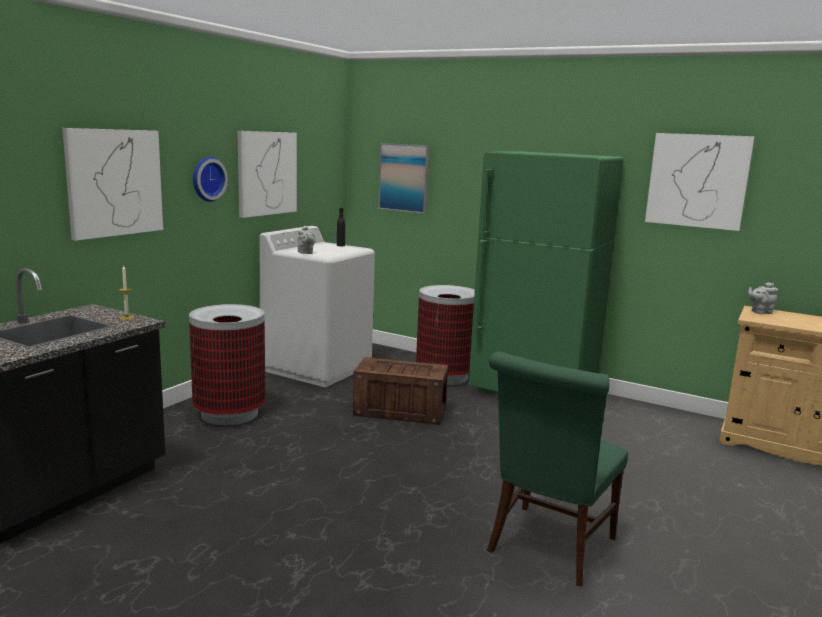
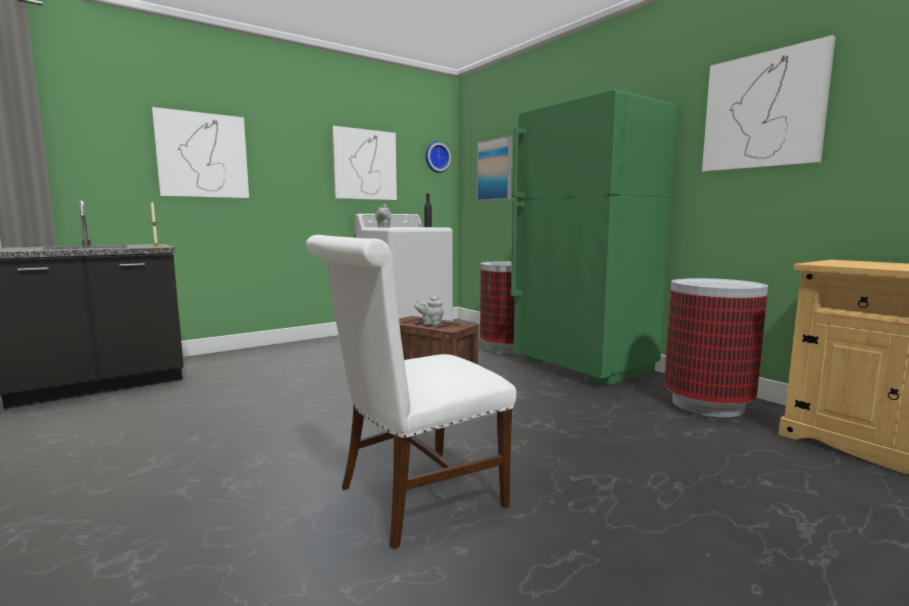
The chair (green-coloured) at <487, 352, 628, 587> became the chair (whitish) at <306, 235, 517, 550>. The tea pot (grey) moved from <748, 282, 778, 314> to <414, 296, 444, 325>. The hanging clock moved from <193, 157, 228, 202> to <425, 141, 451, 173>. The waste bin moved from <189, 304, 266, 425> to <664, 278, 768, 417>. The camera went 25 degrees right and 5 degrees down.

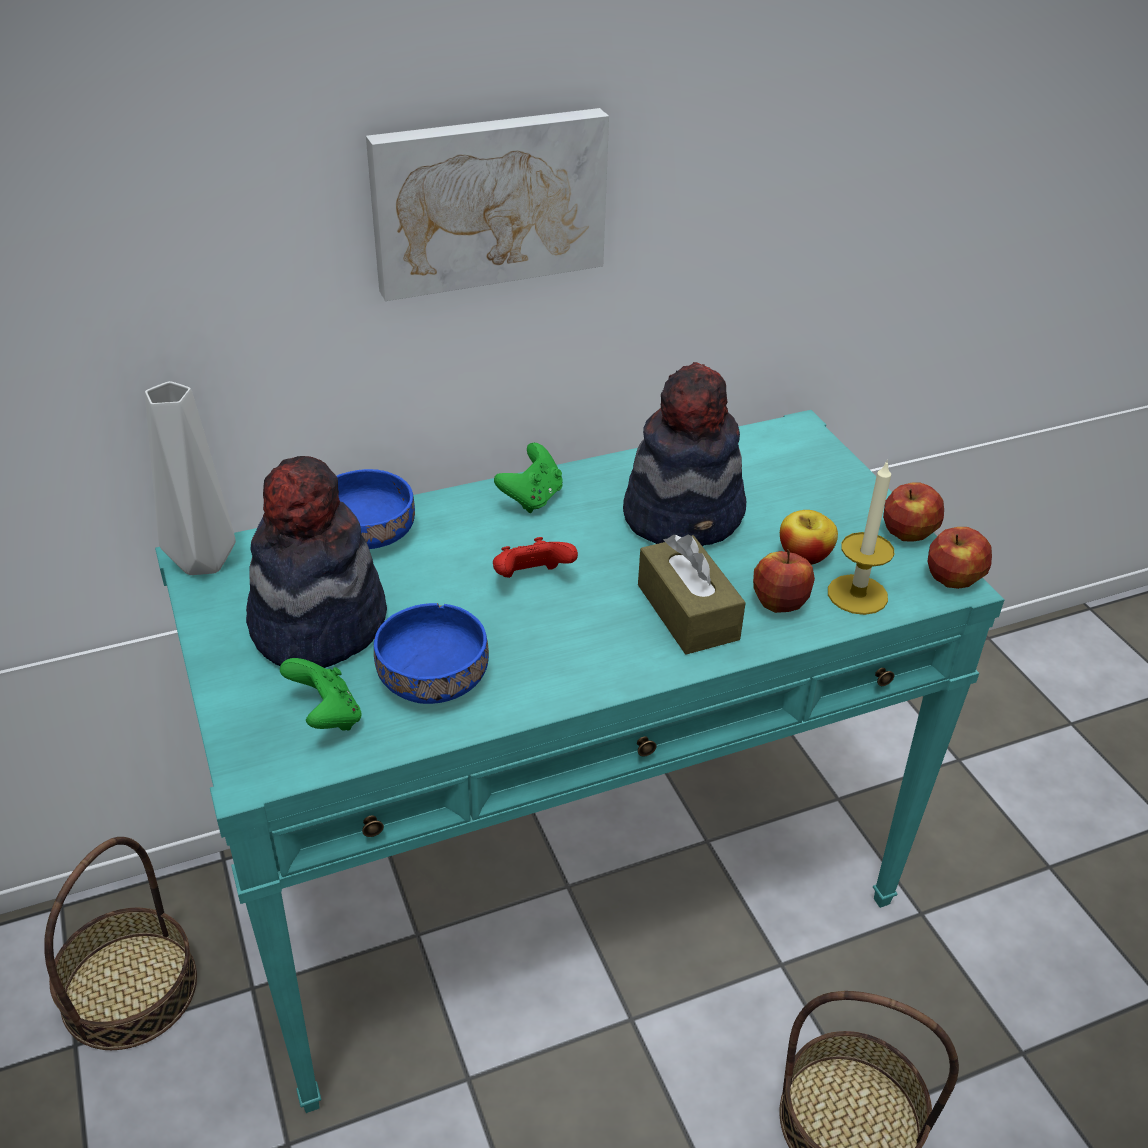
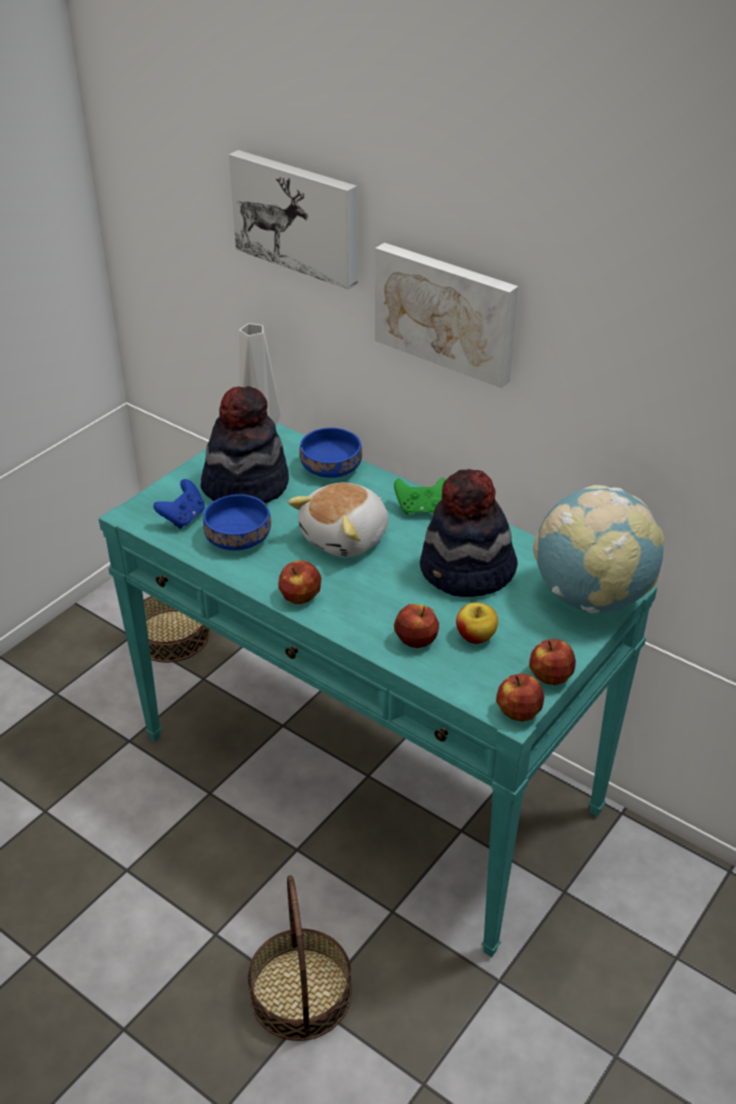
The joypad (green-coloured) at <280, 658, 362, 731> became the joypad (bluish) at <153, 479, 205, 529>. The picture at <229, 150, 358, 289> appeared. The apple at <278, 560, 322, 604> appeared. The joypad (red) at <493, 537, 578, 578> was replaced by the soft toy at <288, 483, 388, 558>. The desk globe at <533, 485, 665, 613> appeared. The box of tissues (brown) at <638, 535, 746, 655> disappeared. The candle at <828, 460, 894, 615> disappeared. The camera went 60 degrees right and 0 degrees up.

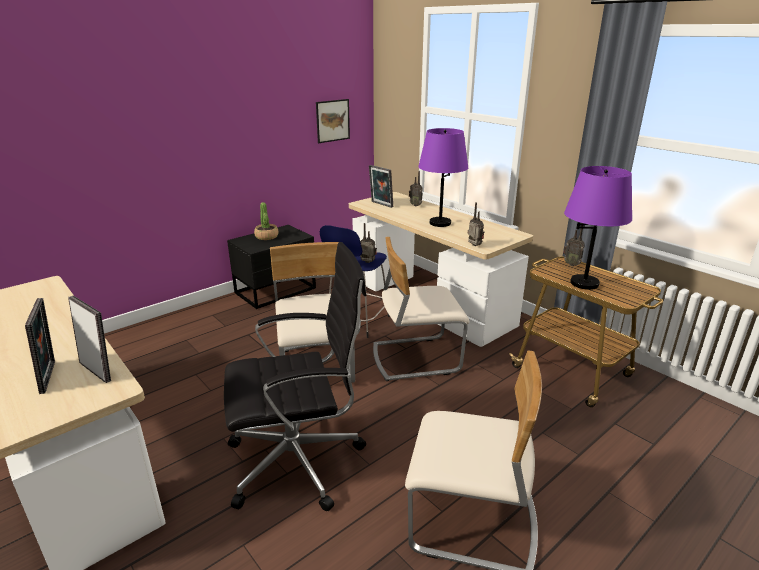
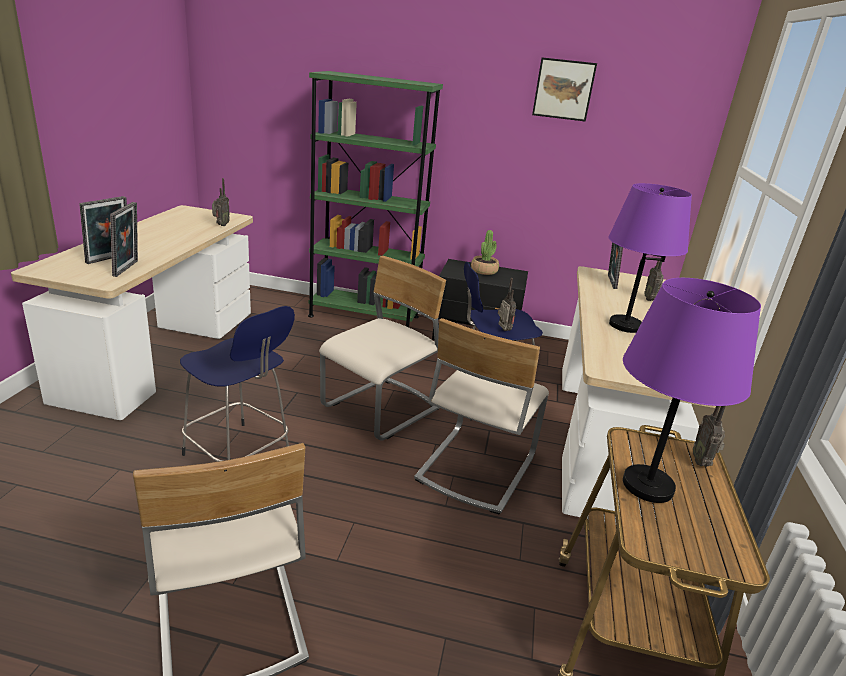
The office chair (blackish) at <224, 242, 366, 511> was replaced by the stool (bluish) at <180, 306, 295, 462>. The radio moved from <468, 202, 484, 246> to <212, 178, 230, 226>. The shelving unit (green-coloured) at <308, 71, 443, 327> appeared. The chair (beige-coloured) at <373, 237, 469, 381> turned 105 degrees counterclockwise. The picture moved from <316, 99, 350, 143> to <532, 57, 597, 121>. The camera went 50 degrees right and 0 degrees up.

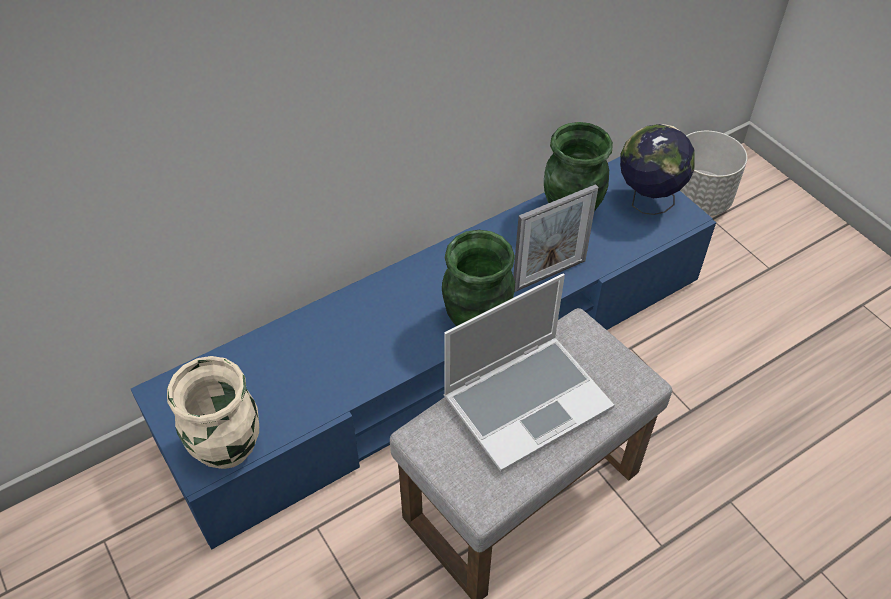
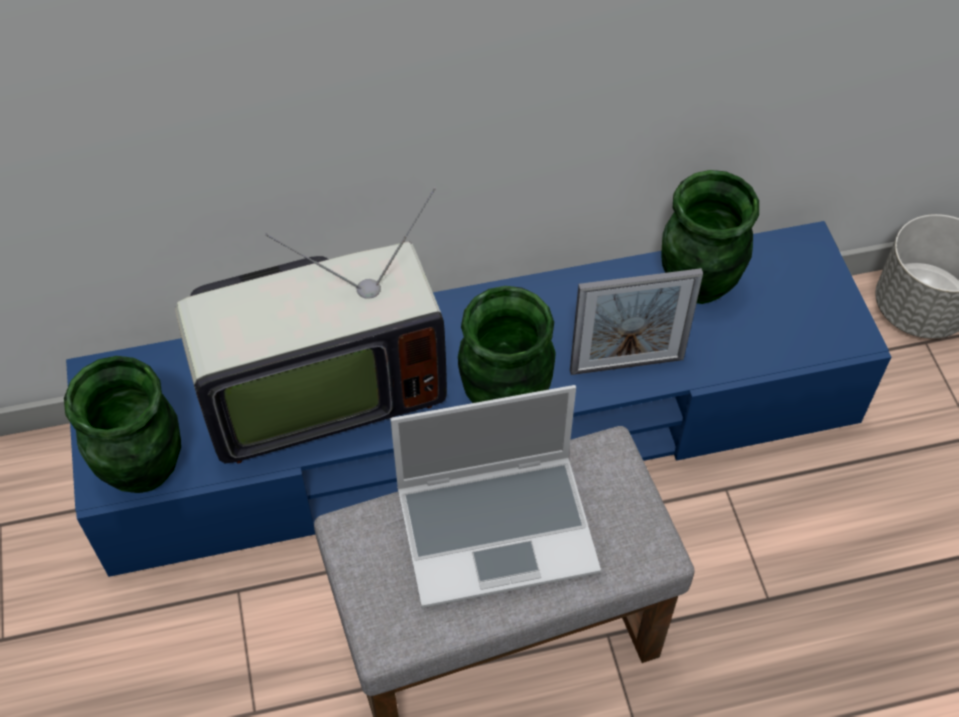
The flower vase (beige-coloured) at <167, 356, 259, 469> became the flower vase (green-coloured) at <64, 356, 181, 493>. The TV at <175, 187, 447, 464> appeared. The desk globe at <620, 124, 695, 215> disappeared. The camera went 20 degrees right and 5 degrees up.

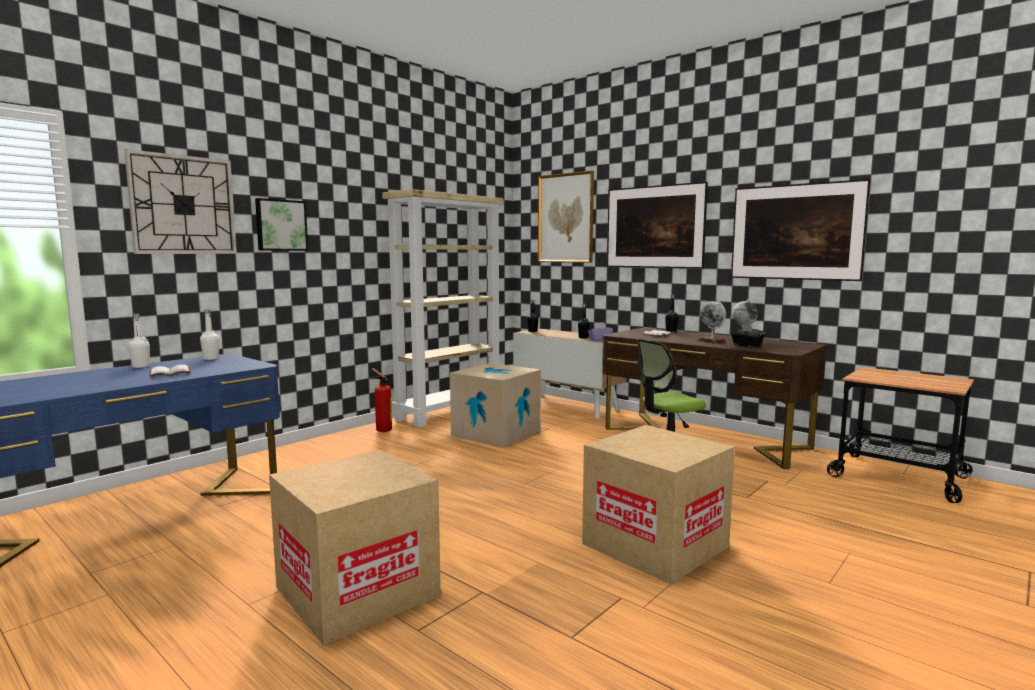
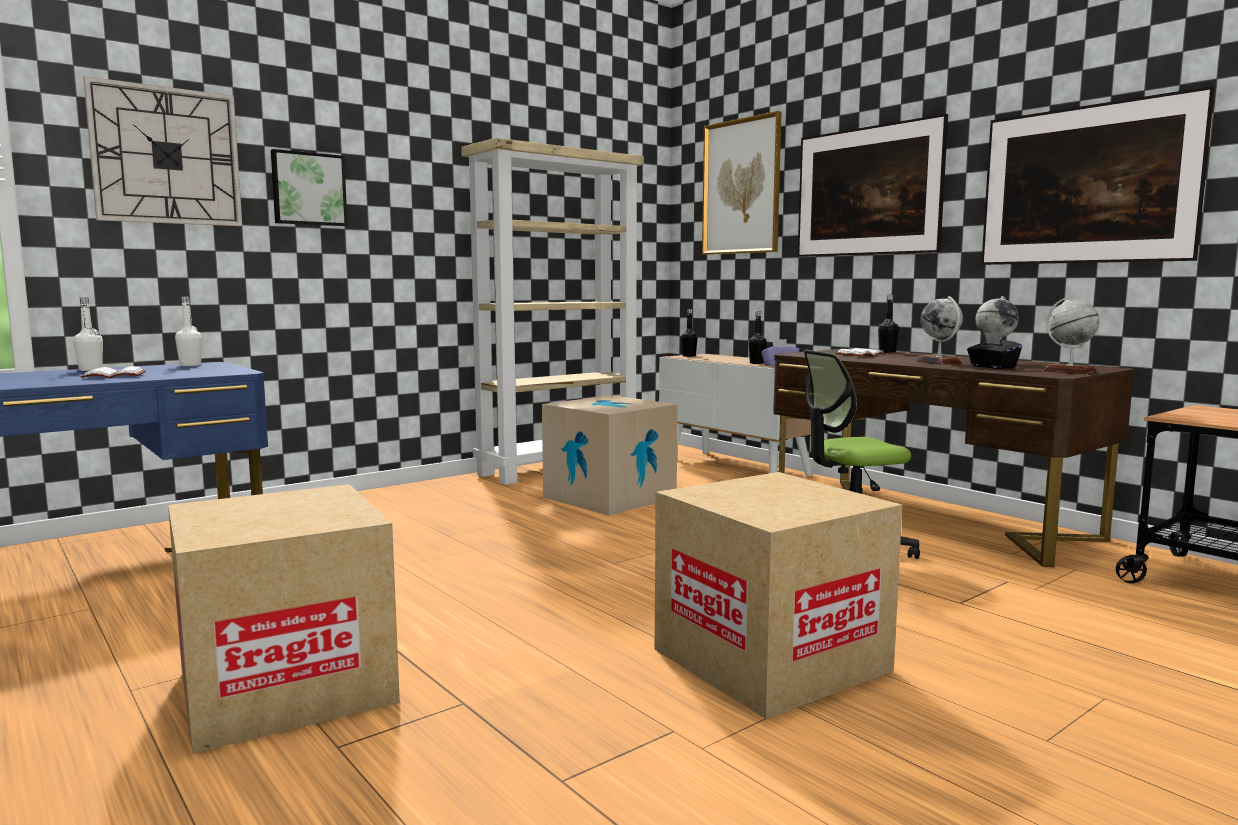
The desk globe at <1043, 297, 1100, 374> appeared. The extinguisher at <370, 368, 392, 432> disappeared. The camera went 10 degrees right and 0 degrees up.

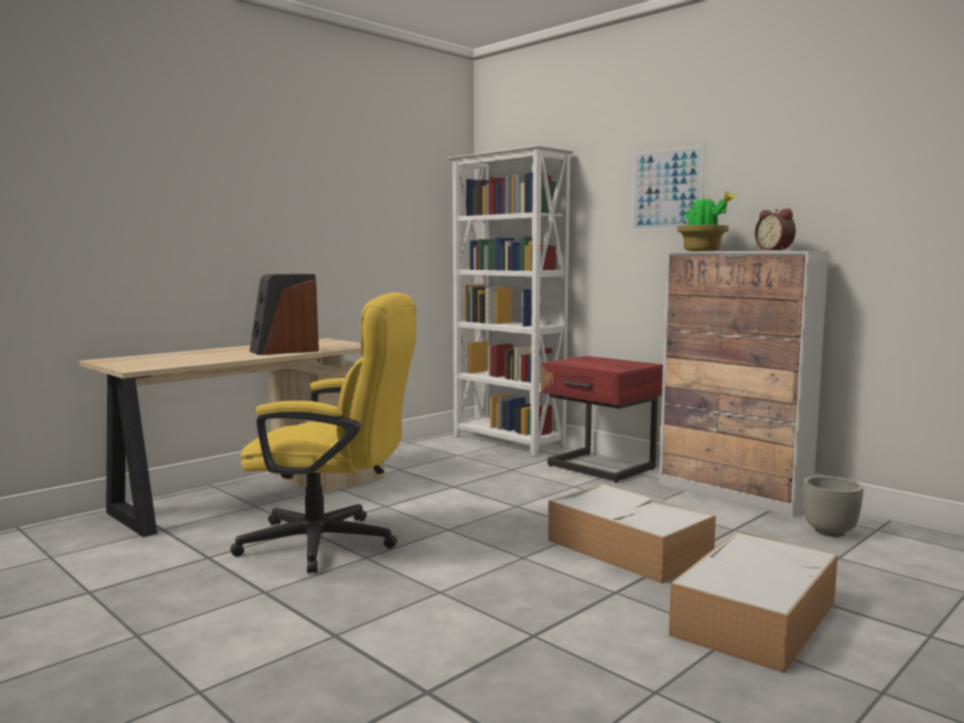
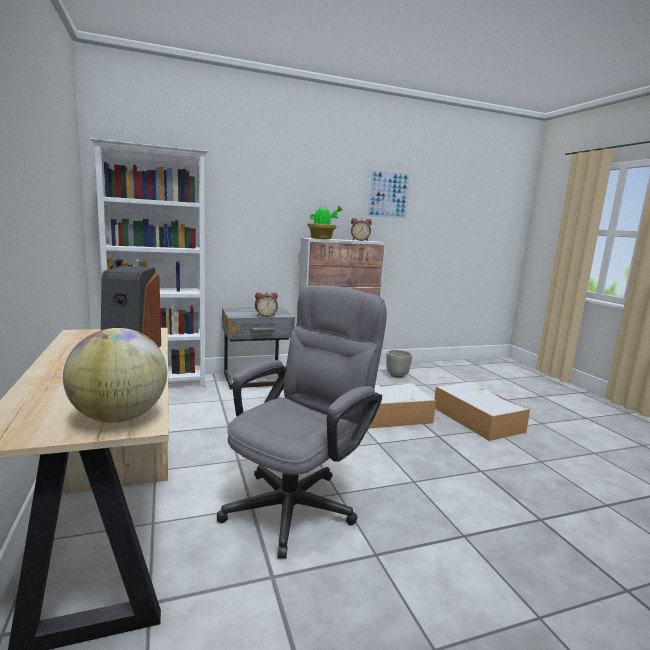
The desk globe at <63, 328, 167, 423> appeared. The office chair (yellow-coloured) at <230, 292, 416, 573> became the office chair (grey) at <217, 285, 387, 559>. The nightstand (red) at <541, 356, 663, 483> became the nightstand (grey) at <222, 307, 295, 390>. The bedside clock at <255, 292, 278, 317> appeared. The picture moved from <631, 144, 705, 231> to <366, 168, 412, 220>. The camera went 65 degrees left and 5 degrees up.

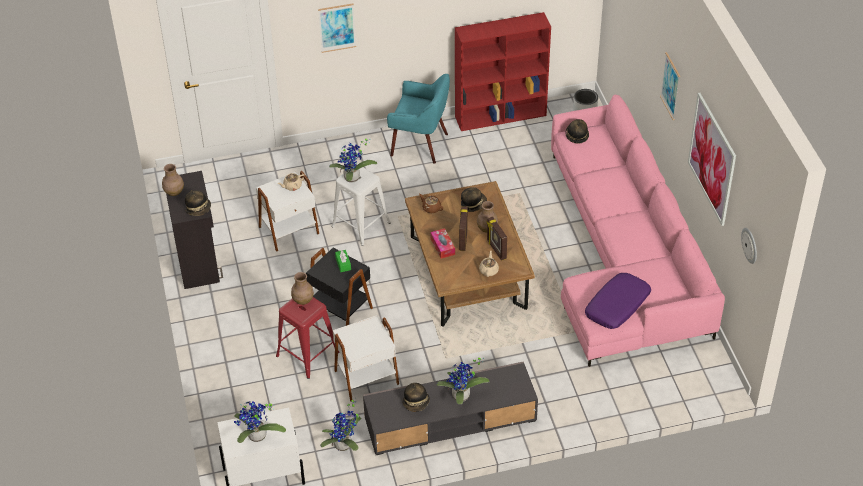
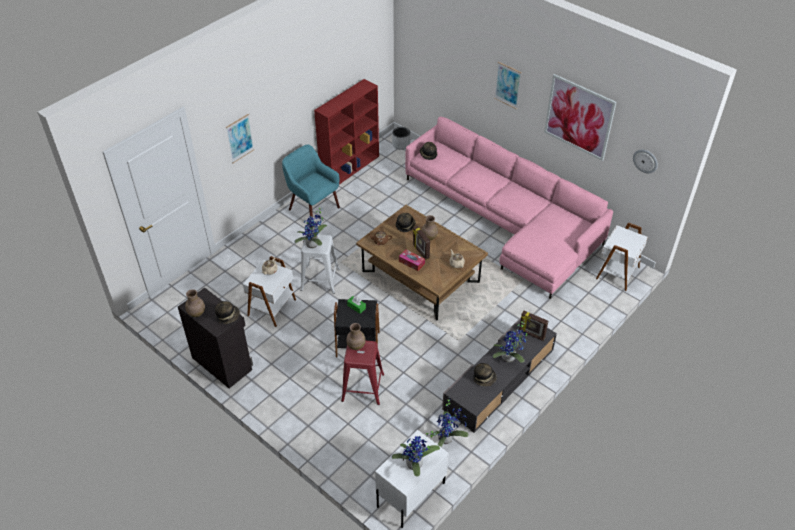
The lounge chair (blue-green) at <387, 74, 450, 163> turned 120 degrees counterclockwise. The picture frame moved from <487, 216, 507, 261> to <519, 311, 548, 341>. The end table (whitish) moved from <333, 315, 399, 402> to <596, 223, 648, 291>. The pillow (purplish) at <585, 273, 651, 329> disappeared. The camera went 35 degrees left and 0 degrees up.

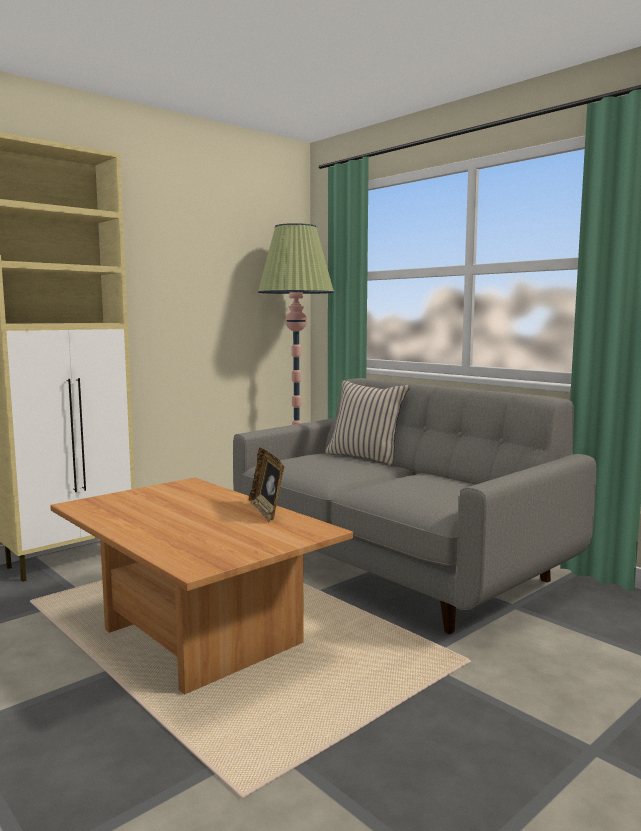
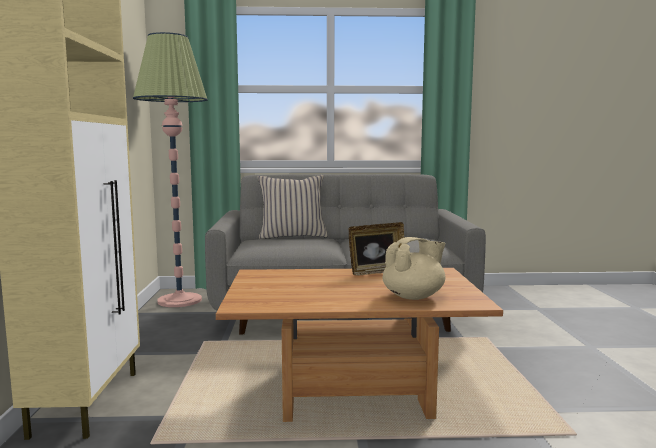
The picture frame at <249, 447, 284, 522> turned 45 degrees counterclockwise. The tea pot (beige-coloured) at <383, 237, 446, 300> appeared. The camera went 50 degrees left and 0 degrees up.

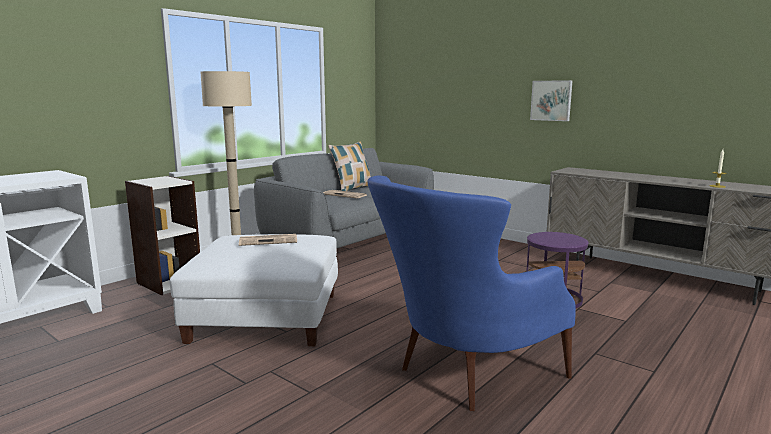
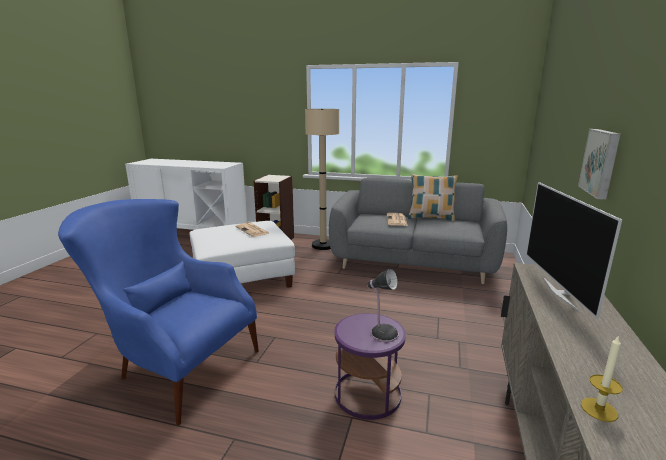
The tabletop lamp at <367, 269, 399, 342> appeared. The TV at <526, 182, 622, 319> appeared. The camera went 65 degrees right and 5 degrees up.

